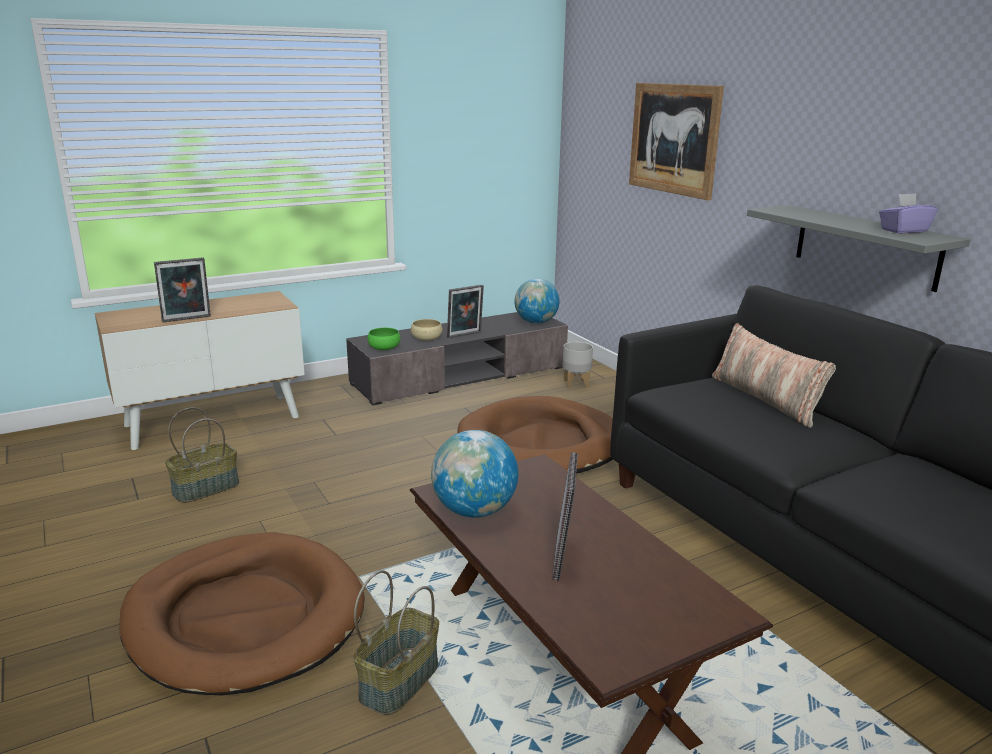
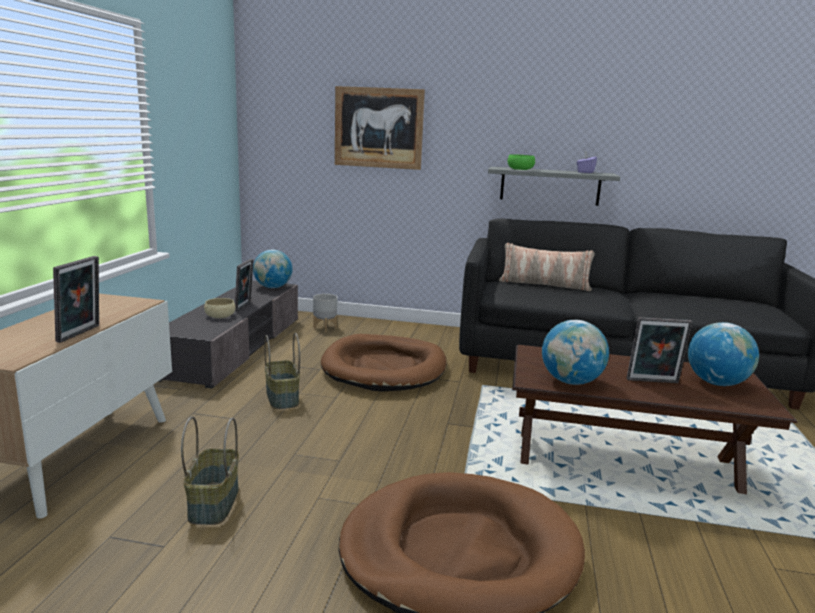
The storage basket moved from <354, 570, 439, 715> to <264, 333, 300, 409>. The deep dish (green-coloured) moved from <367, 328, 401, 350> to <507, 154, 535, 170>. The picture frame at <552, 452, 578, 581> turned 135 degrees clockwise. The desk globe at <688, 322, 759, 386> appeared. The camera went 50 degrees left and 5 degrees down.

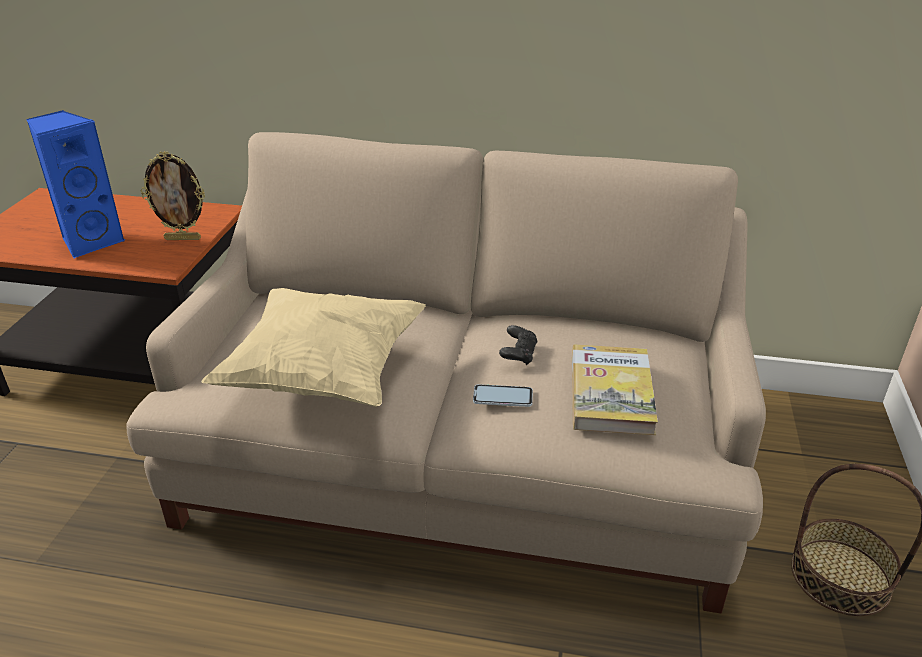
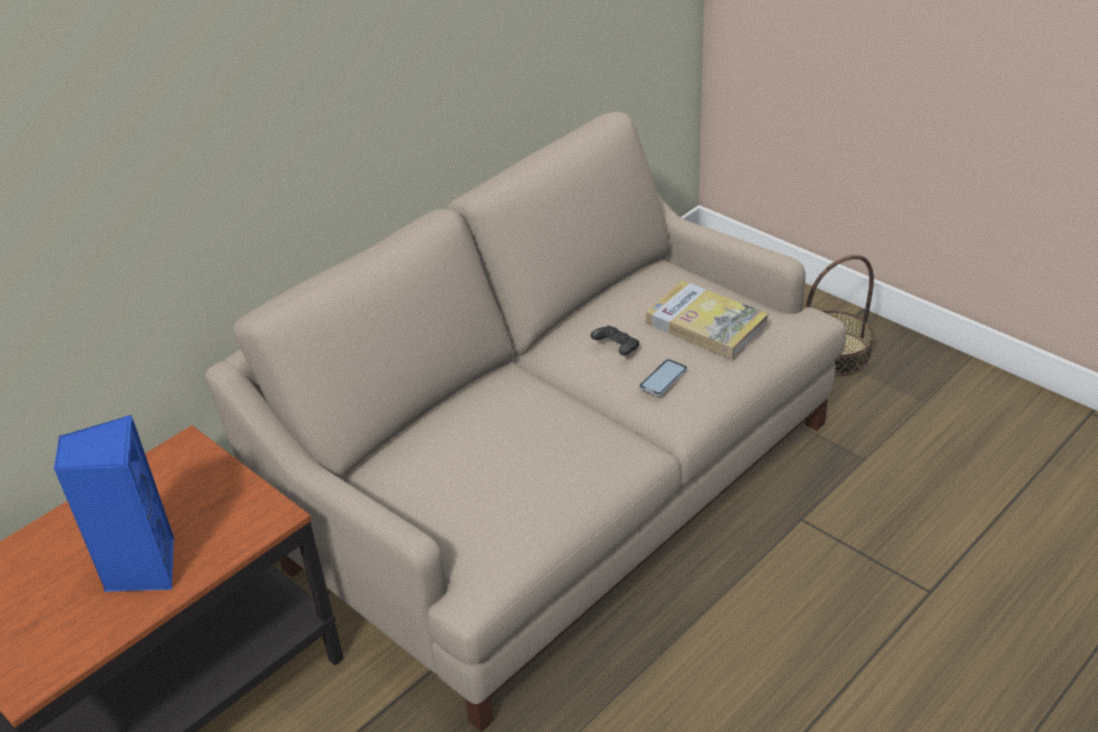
The picture frame at <140, 151, 205, 240> disappeared. The pillow (beige-coloured) at <201, 288, 426, 407> disappeared. The camera went 55 degrees left and 5 degrees up.

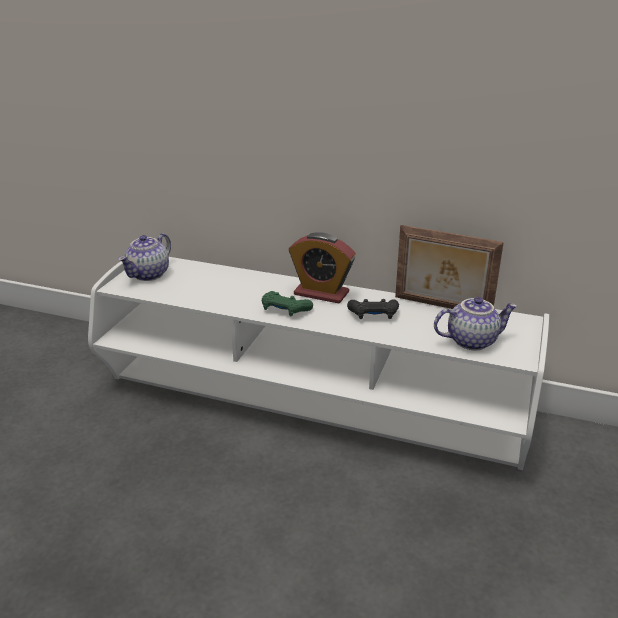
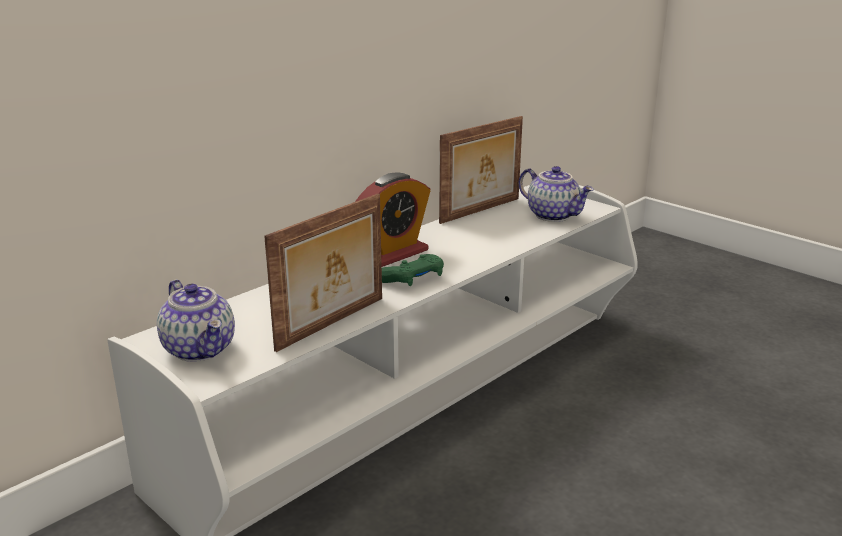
The picture frame at <264, 194, 382, 352> appeared. The tea pot at <434, 297, 517, 350> turned 120 degrees clockwise. The joypad (blackish) at <347, 299, 399, 319> disappeared. The camera went 65 degrees left and 5 degrees down.

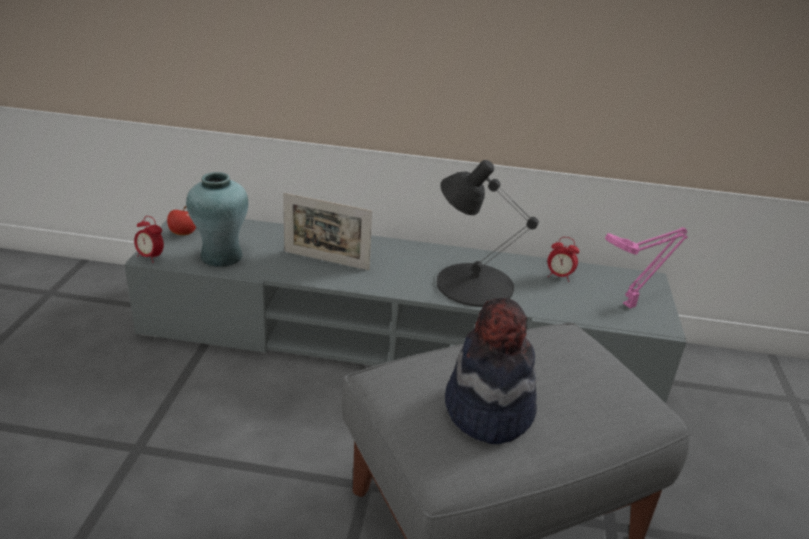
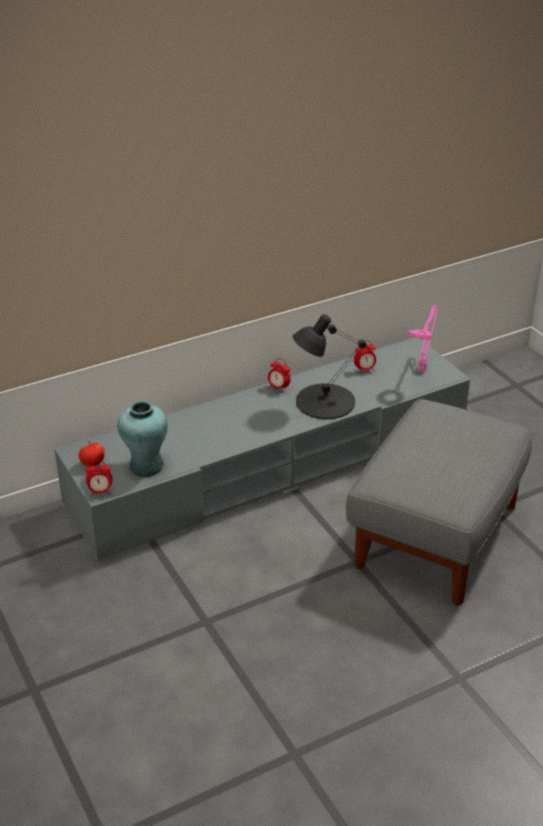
The bedside clock at <268, 358, 291, 393> appeared. The picture frame at <283, 193, 372, 270> disappeared. The clothing hat at <445, 298, 537, 444> disappeared. The camera went 35 degrees left and 5 degrees up.

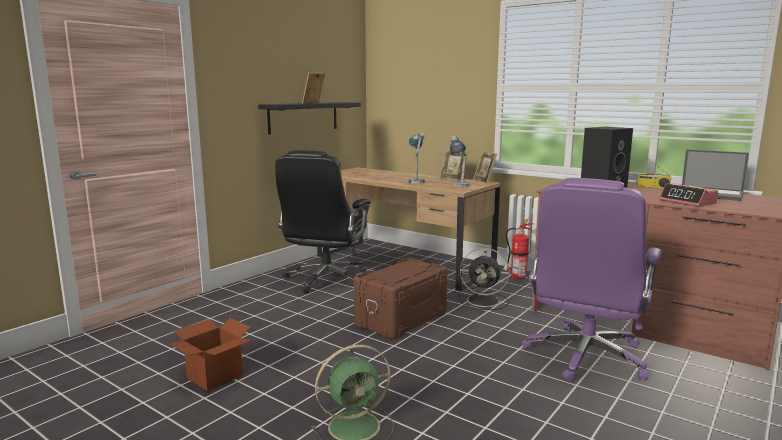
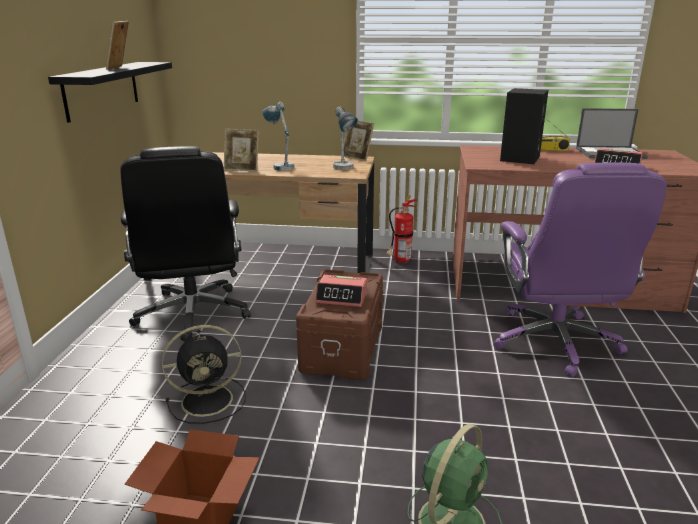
The cooling fan (blackish) moved from <459, 248, 509, 310> to <162, 325, 246, 424>. The picture frame moved from <439, 149, 468, 181> to <224, 129, 259, 171>. The bedside clock at <315, 275, 367, 307> appeared. The camera went 30 degrees left and 10 degrees up.

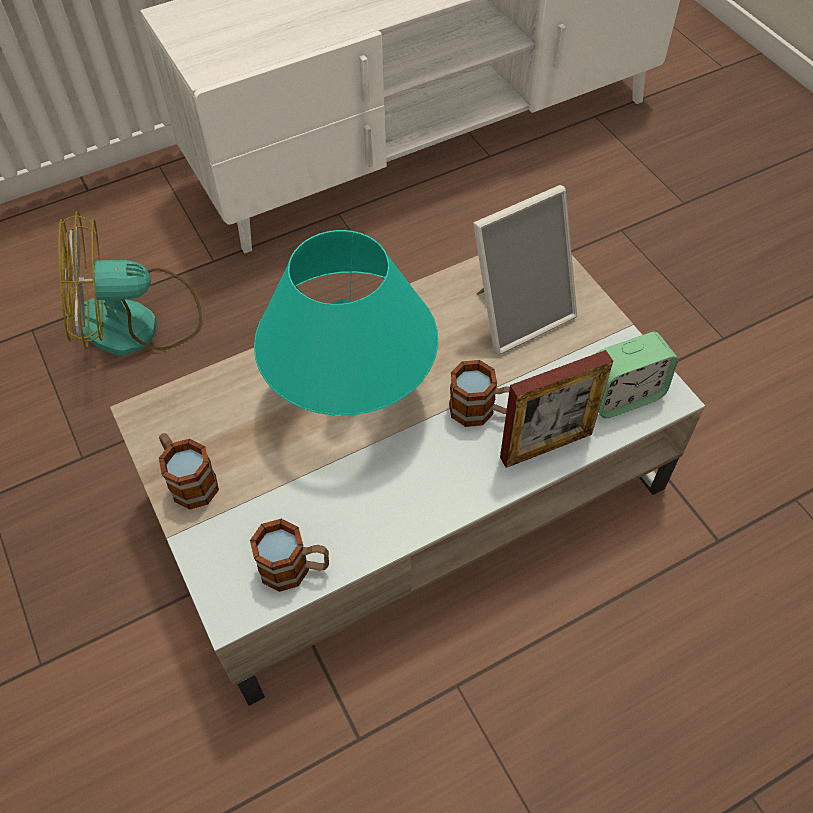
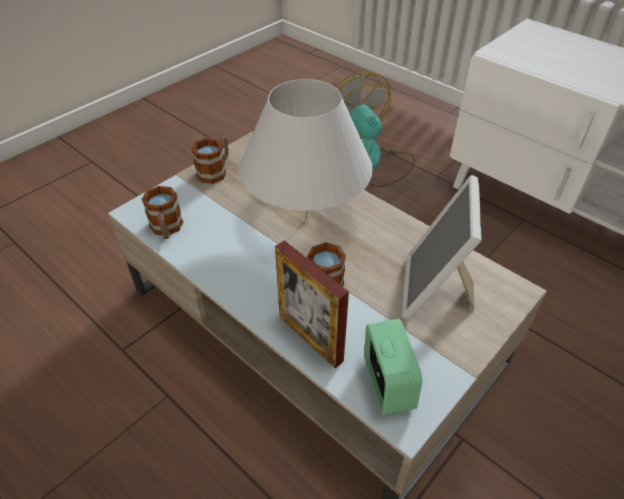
The tabletop lamp (blue-green) at <254, 230, 438, 416> became the tabletop lamp (whitish) at <239, 79, 373, 221>. The bedside clock at <595, 332, 678, 419> turned 150 degrees counterclockwise. The picture frame at <473, 185, 577, 355> turned 60 degrees clockwise. The camera went 70 degrees right and 10 degrees down.

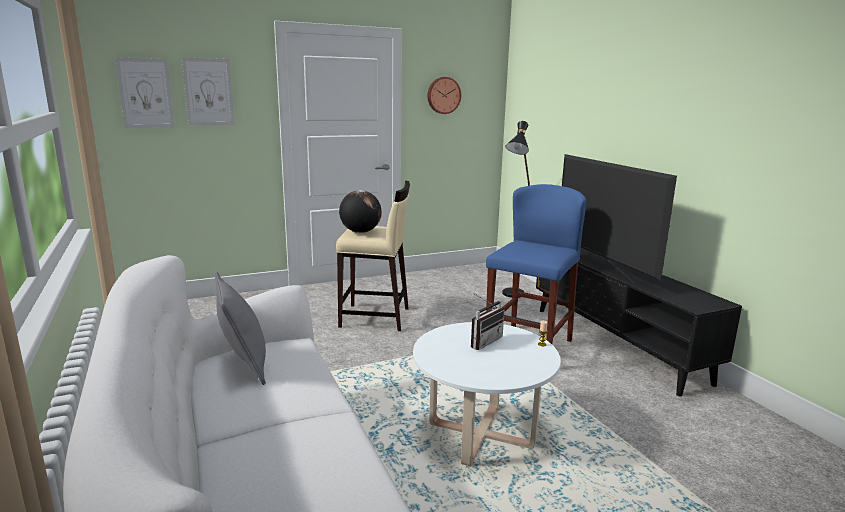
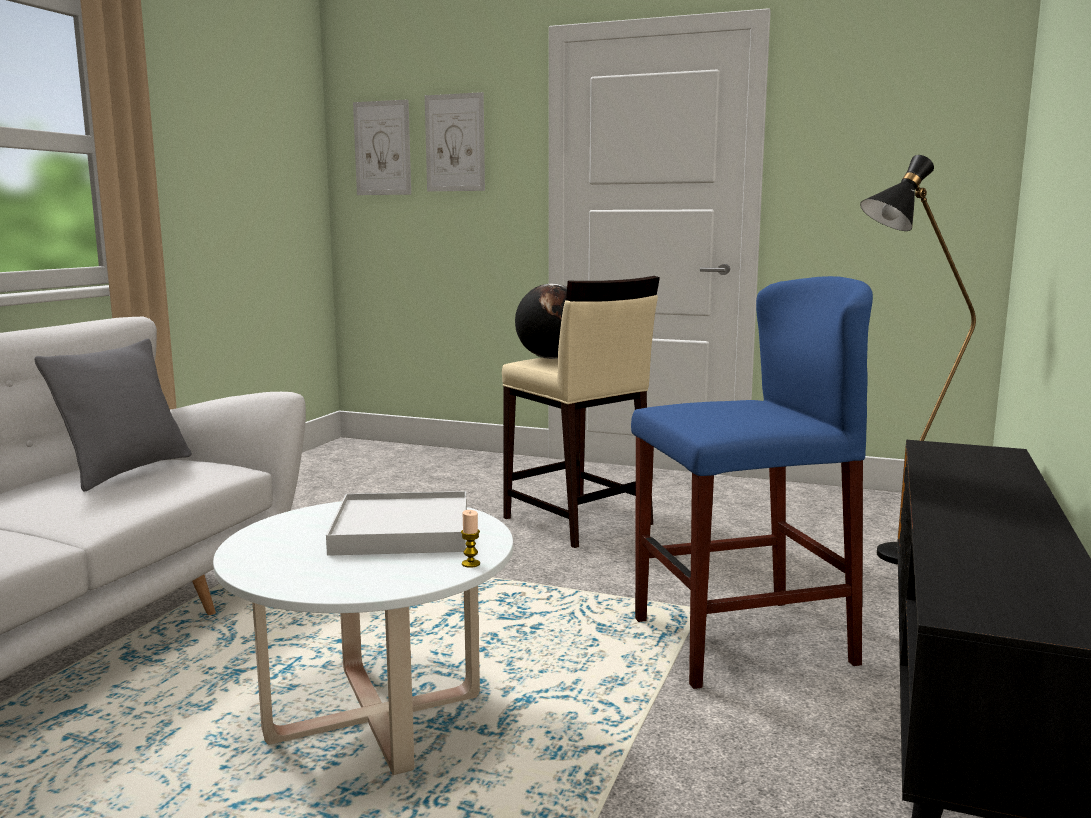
The radio at <471, 293, 504, 350> was replaced by the tray (whitish) at <326, 491, 467, 556>. The hanging clock at <428, 77, 461, 114> disappeared. The TV at <562, 154, 677, 283> disappeared. The camera went 45 degrees right and 5 degrees down.

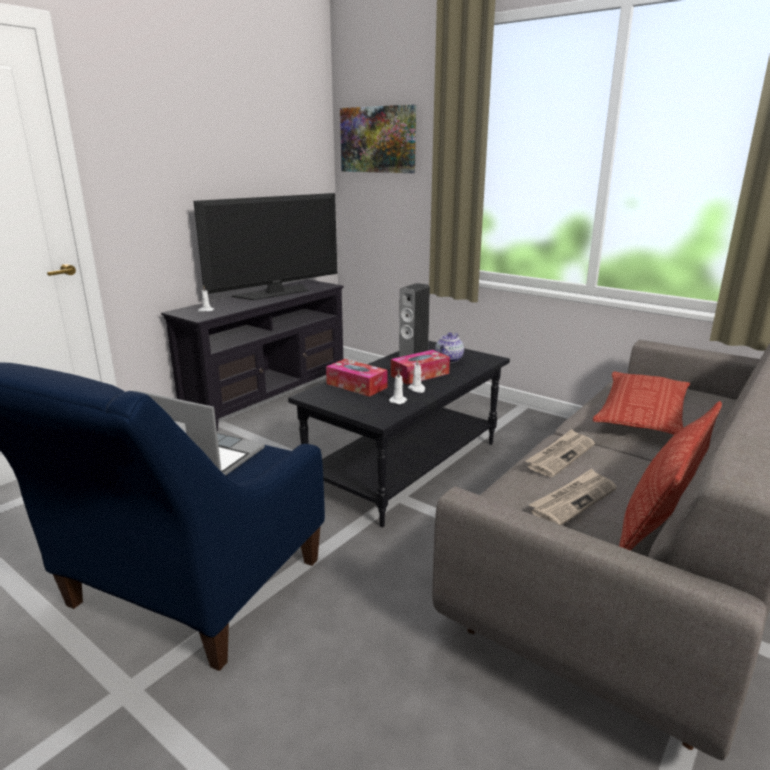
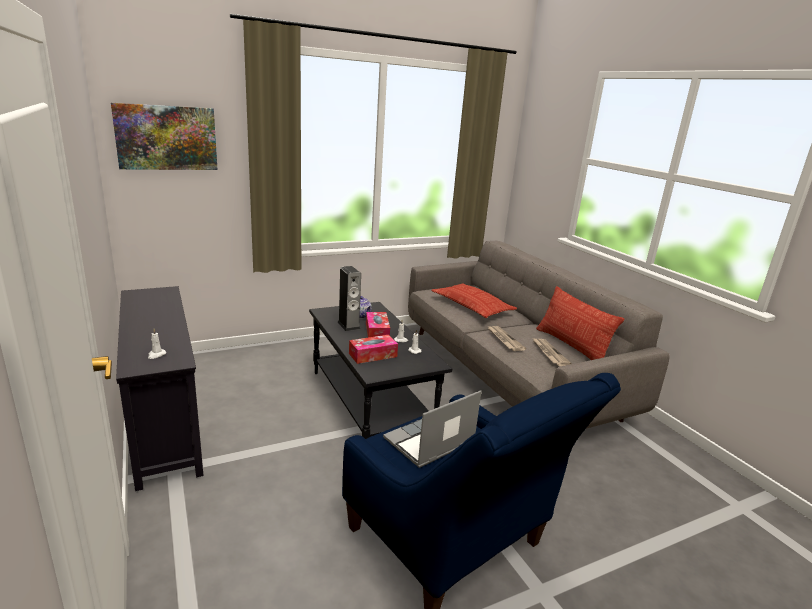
The TV at <194, 193, 337, 300> disappeared. The camera went 65 degrees left and 0 degrees up.

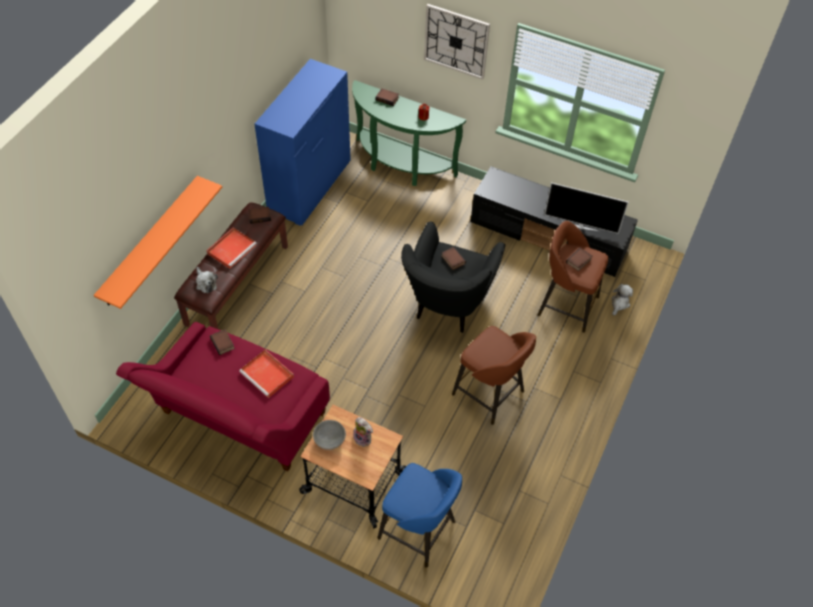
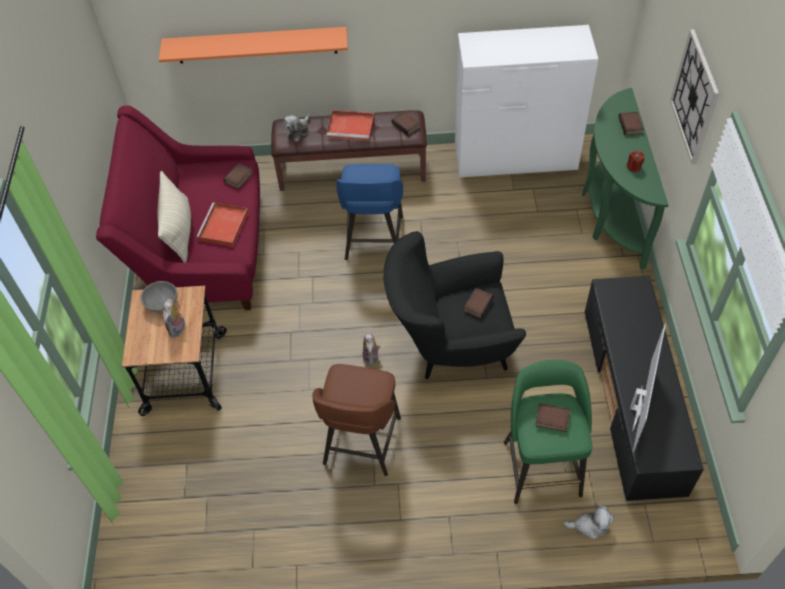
The pillow (beige-coloured) at <157, 171, 191, 263> appeared. The stool (bluish) moved from <377, 463, 462, 568> to <336, 164, 403, 260>. The soft toy at <362, 332, 380, 366> appeared. The dresser (bluish) at <254, 59, 351, 226> became the dresser (whitish) at <455, 25, 599, 177>. The stool (brown) at <538, 221, 608, 333> became the stool (green-coloured) at <503, 360, 592, 504>. The TV at <544, 183, 629, 234> turned 150 degrees counterclockwise. The camera went 65 degrees right and 0 degrees up.

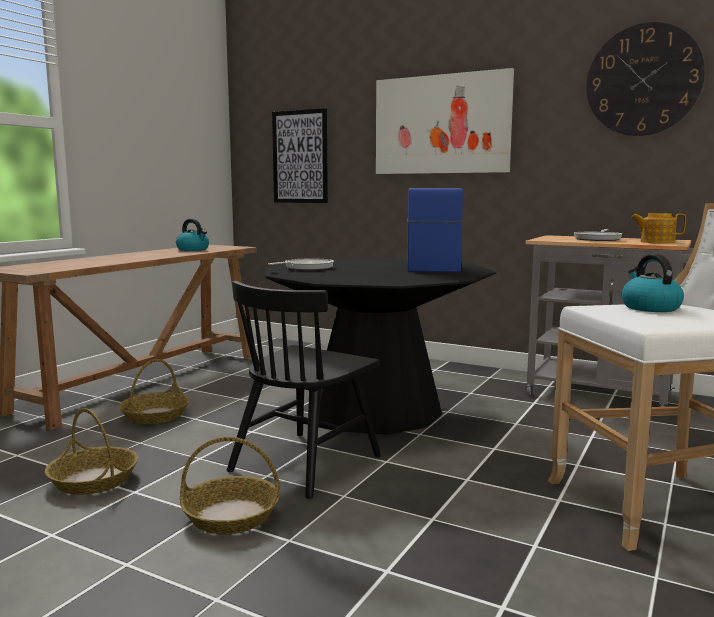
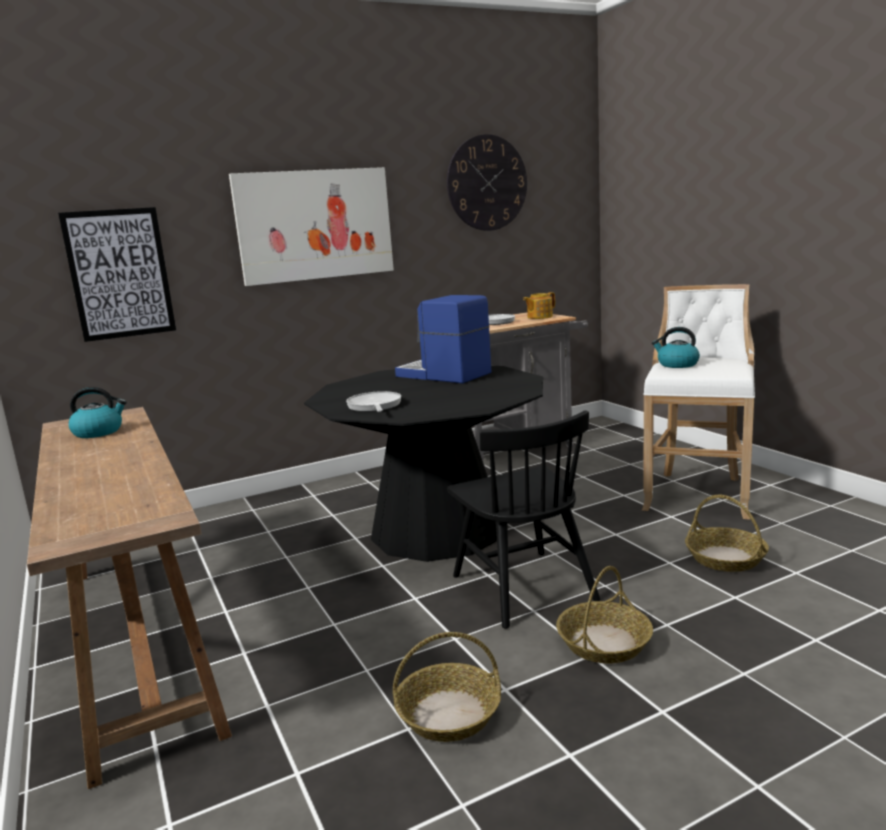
The storage basket moved from <119, 359, 189, 424> to <685, 495, 769, 572>. The camera went 55 degrees left and 5 degrees up.

